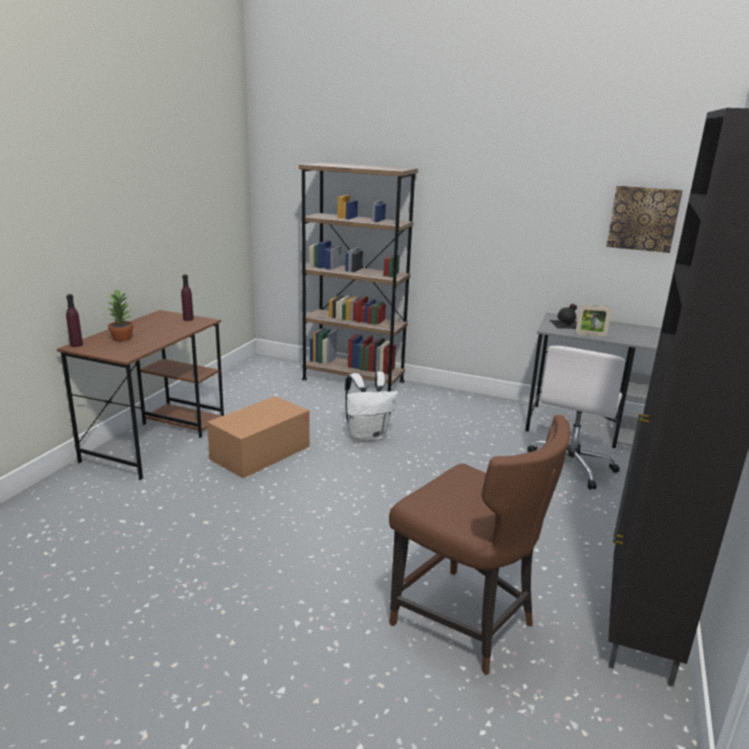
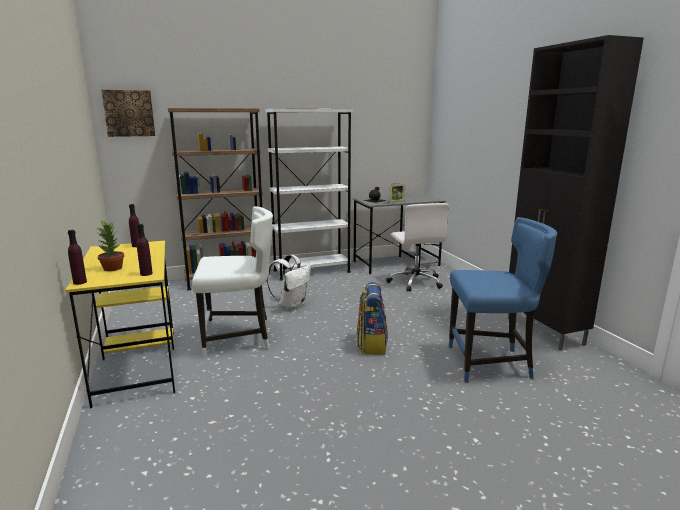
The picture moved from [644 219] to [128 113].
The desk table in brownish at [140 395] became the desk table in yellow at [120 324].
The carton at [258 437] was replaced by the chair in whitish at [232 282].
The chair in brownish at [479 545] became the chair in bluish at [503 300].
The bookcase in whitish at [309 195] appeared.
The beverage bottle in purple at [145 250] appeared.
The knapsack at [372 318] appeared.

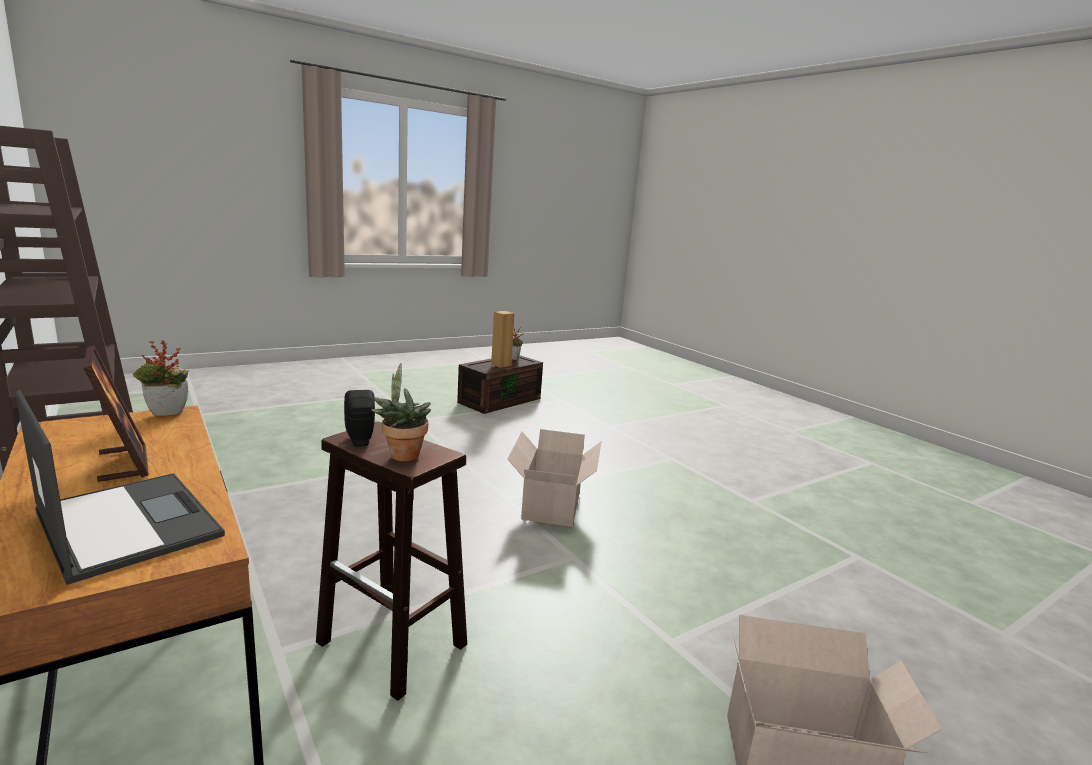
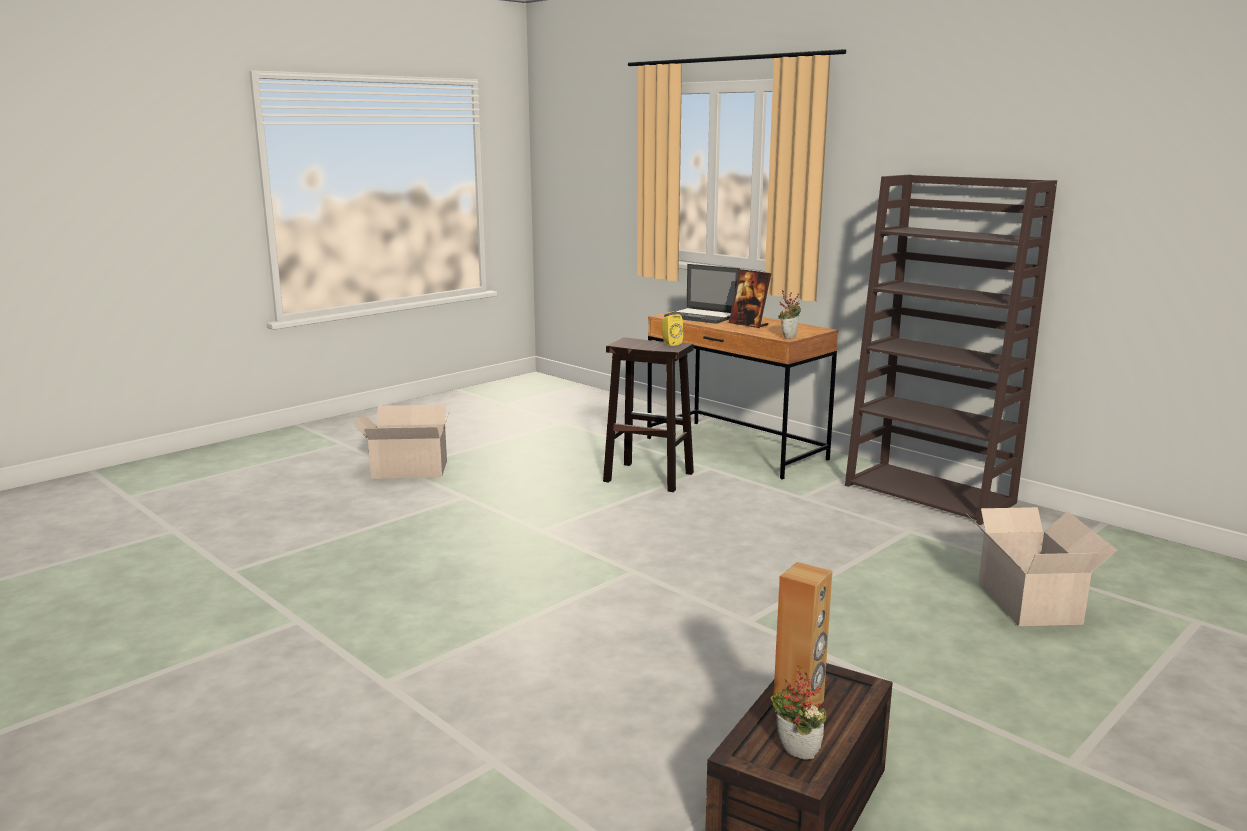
The potted plant at [401 412] disappeared.
The audio speaker in black at [359 418] became the audio speaker in yellow at [672 330].
The carton moved from [554 478] to [1041 566].

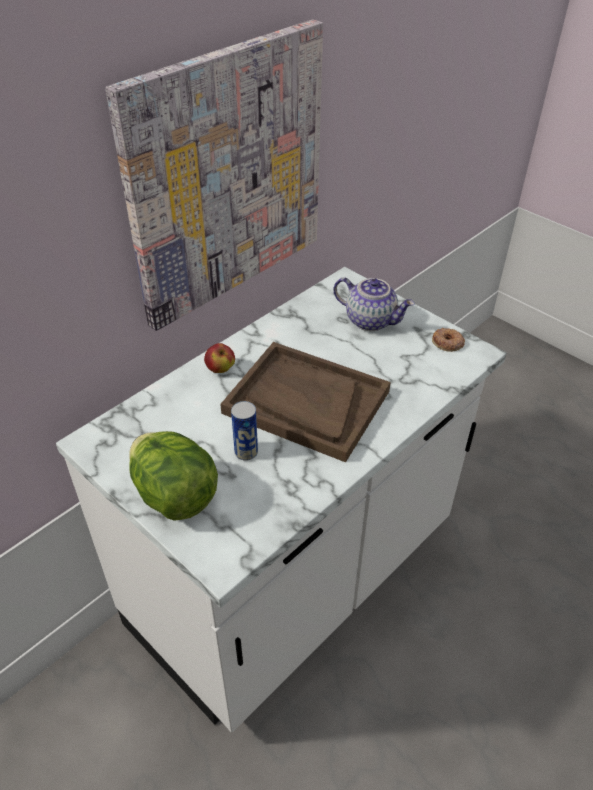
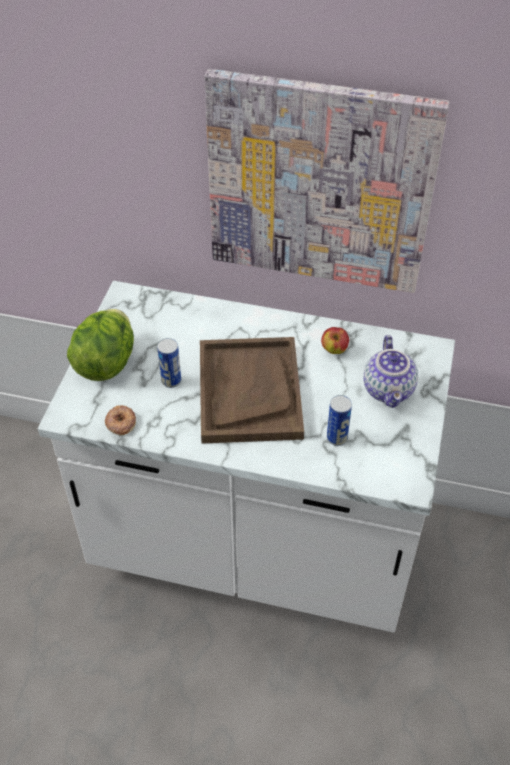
The doughnut moved from [448 340] to [120 420].
The whole apple moved from [219 358] to [335 340].
The metal can at [339 420] appeared.

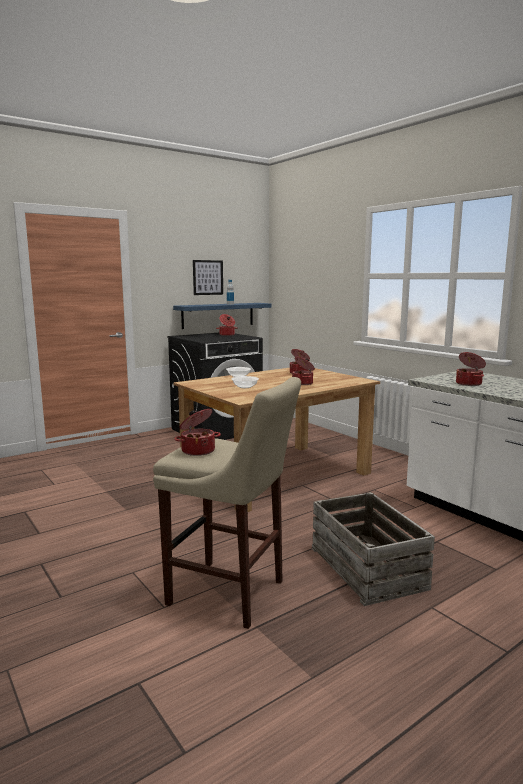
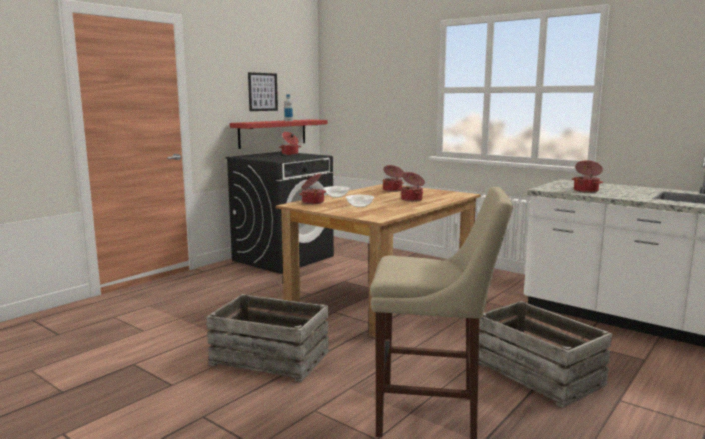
The bracket shelf in bluish at [222 316] became the bracket shelf in red at [279 134].
The cooking pot moved from [197 432] to [312 189].
The crate at [267 338] appeared.

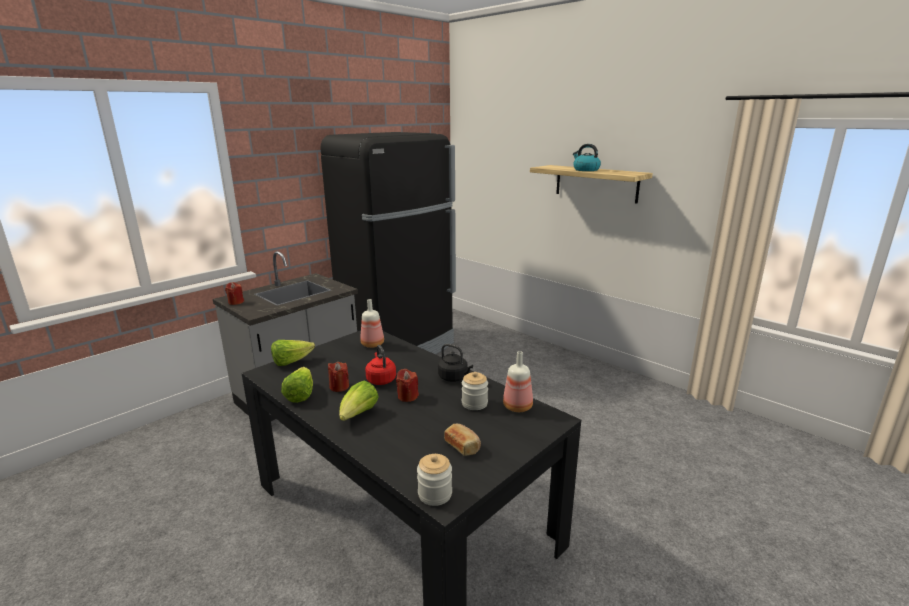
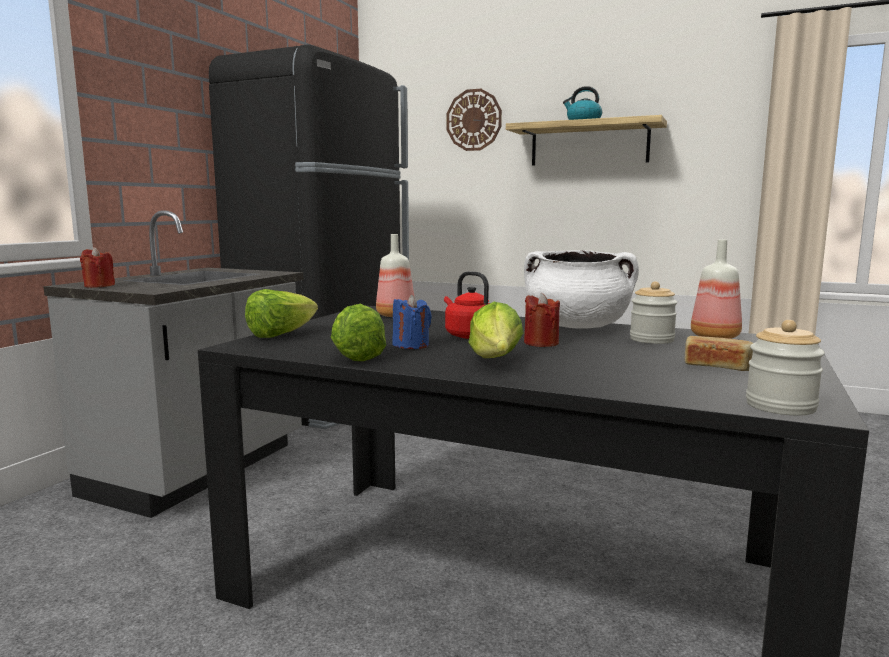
The water kettle in black at [455 363] was replaced by the cooking pot in whitish at [581 289].
The wax candle in red at [338 377] became the wax candle in bluish at [412 321].
The wall clock at [474 120] appeared.

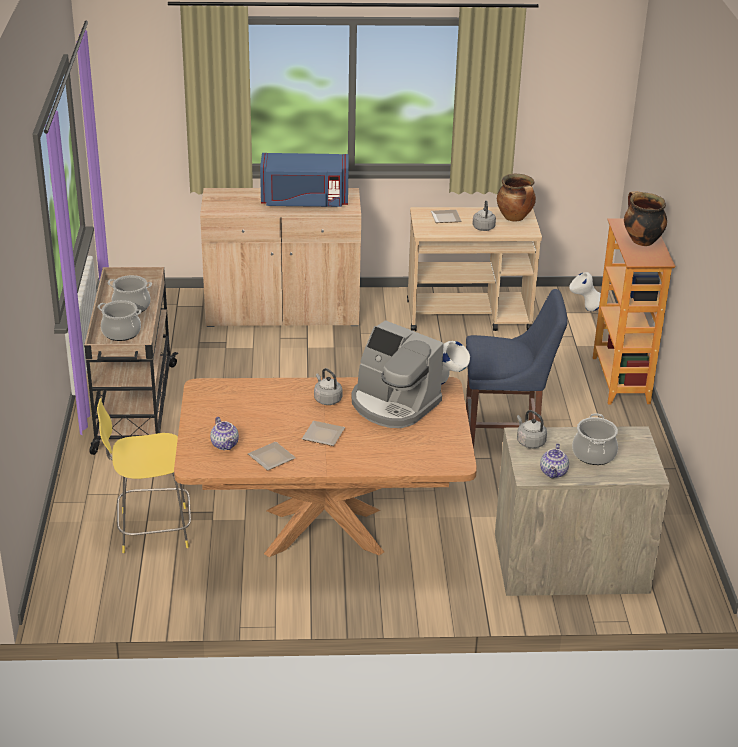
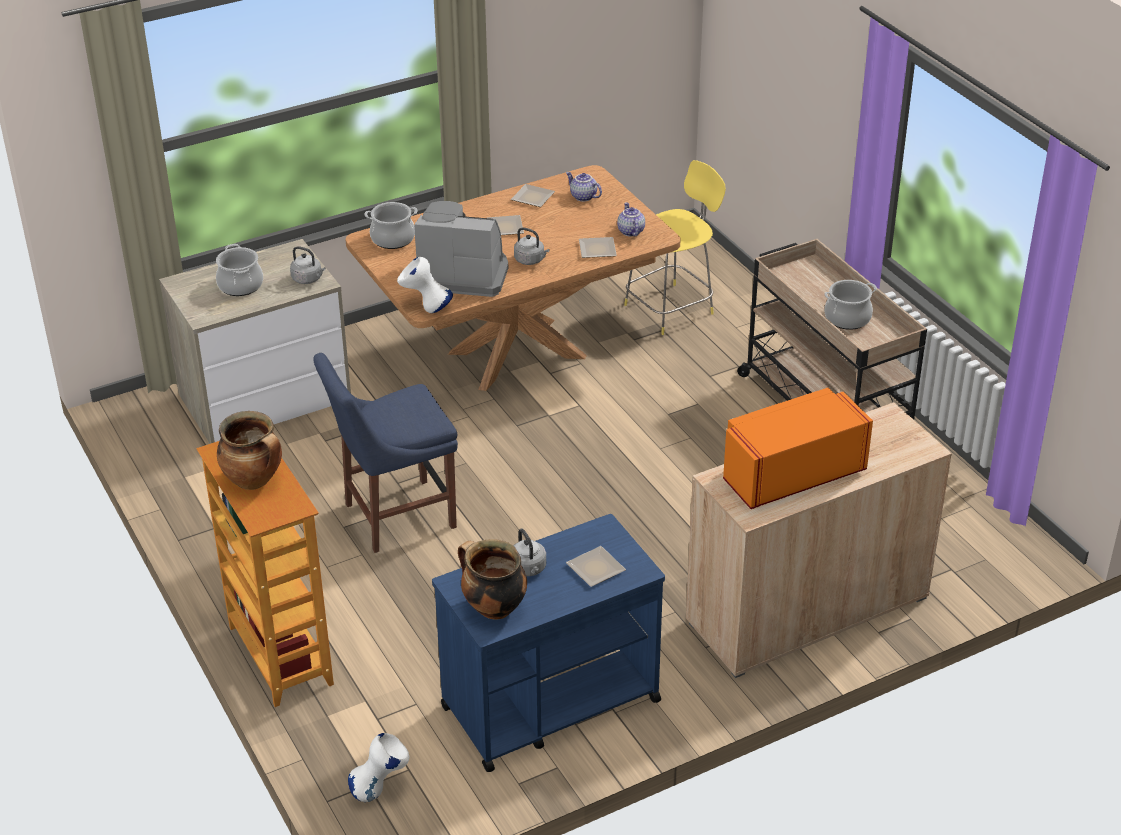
The kitchen microwave in bluish at [304 180] became the kitchen microwave in orangey at [798 448].
The wheeled cart in beige at [474 269] became the wheeled cart in bluish at [548 643].
The cooking pot moved from [119 320] to [391 225].
The tea pot moved from [554 460] to [631 219].
The plate at [598 247] appeared.

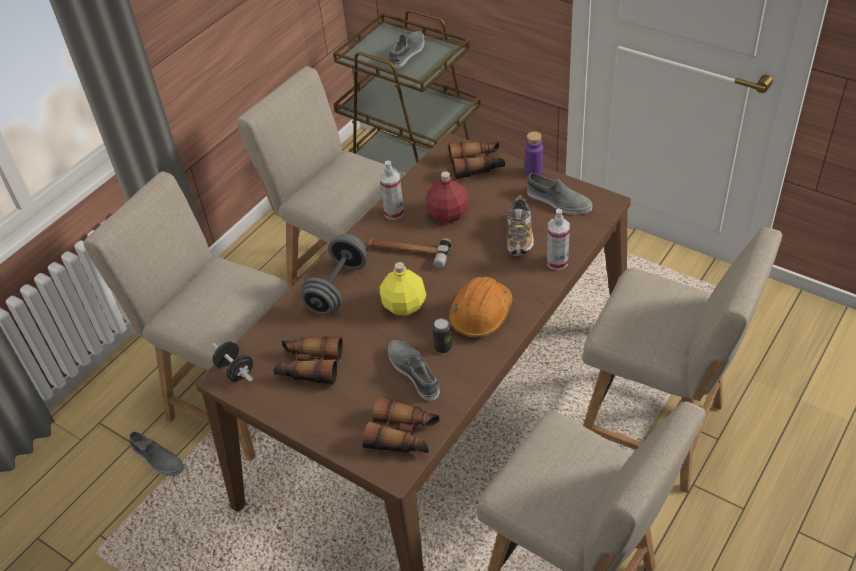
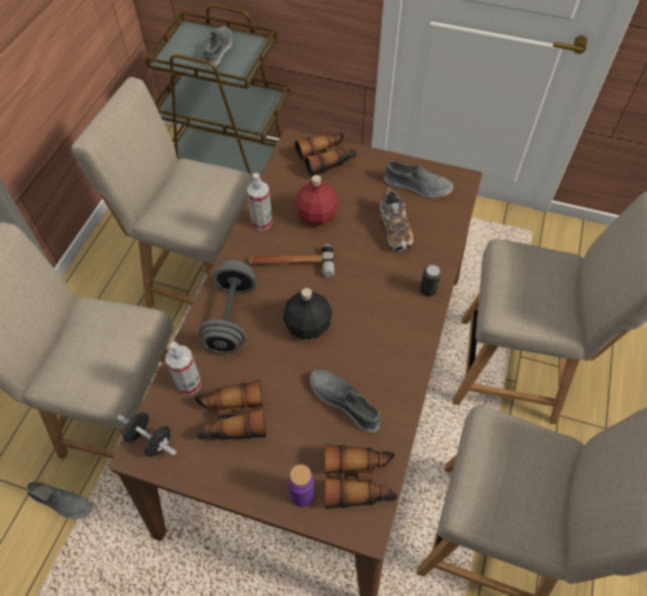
The beverage bottle in purple moved from [534 154] to [301 485].
The hand sprayer moved from [558 239] to [183 368].
The beverage bottle in yellow at [403 289] became the beverage bottle in black at [307 313].
The work helmet in orangey at [480 307] disappeared.
The metal can moved from [442 335] to [431 281].

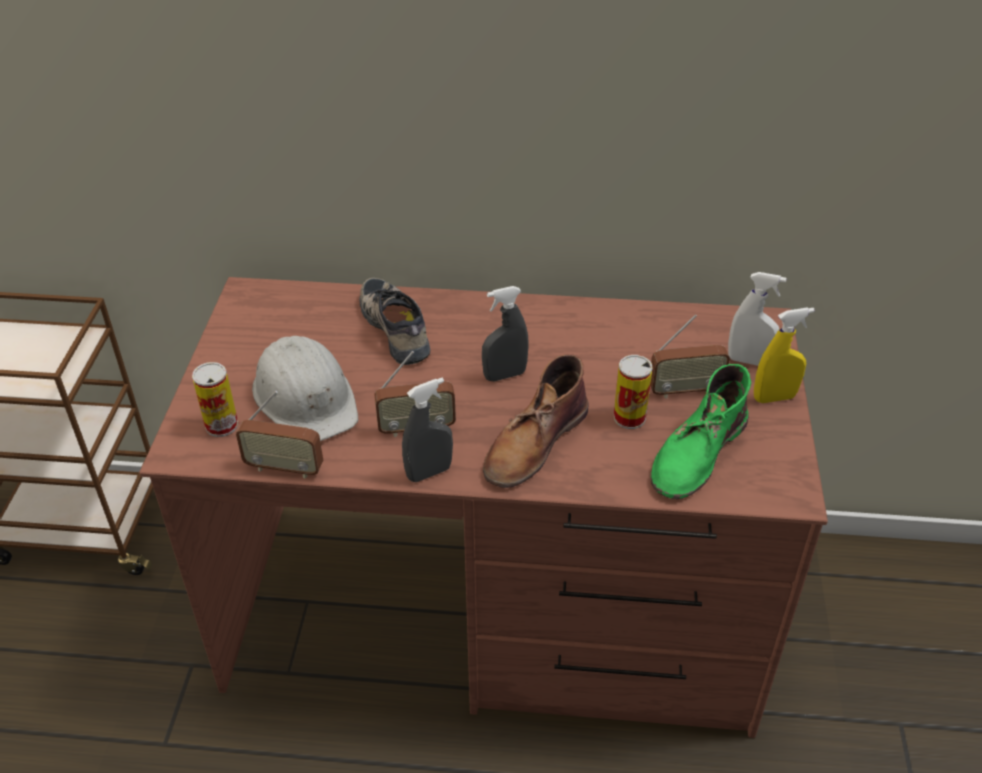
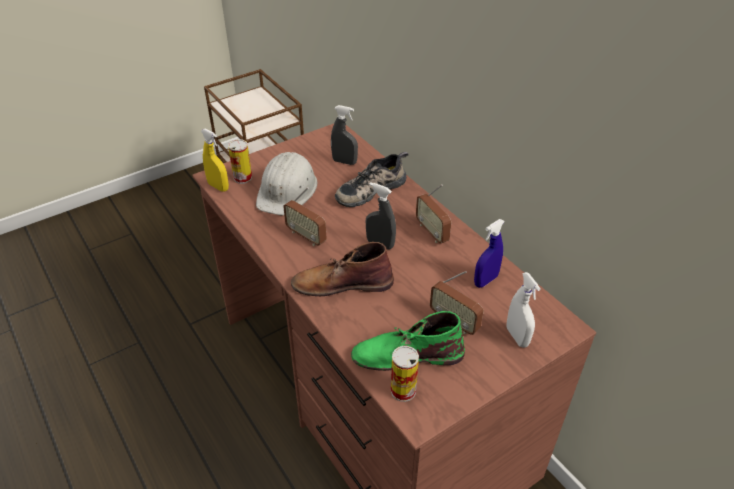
The shoe at [394 321] turned 150 degrees counterclockwise.
The hand sprayer in yellow moved from [784 355] to [215 160].
The metal can moved from [633 392] to [405 374].
The hand sprayer in greyish moved from [427 430] to [344 135].
The radio moved from [279 435] to [433 213].
The hand sprayer in bluish at [489 253] appeared.

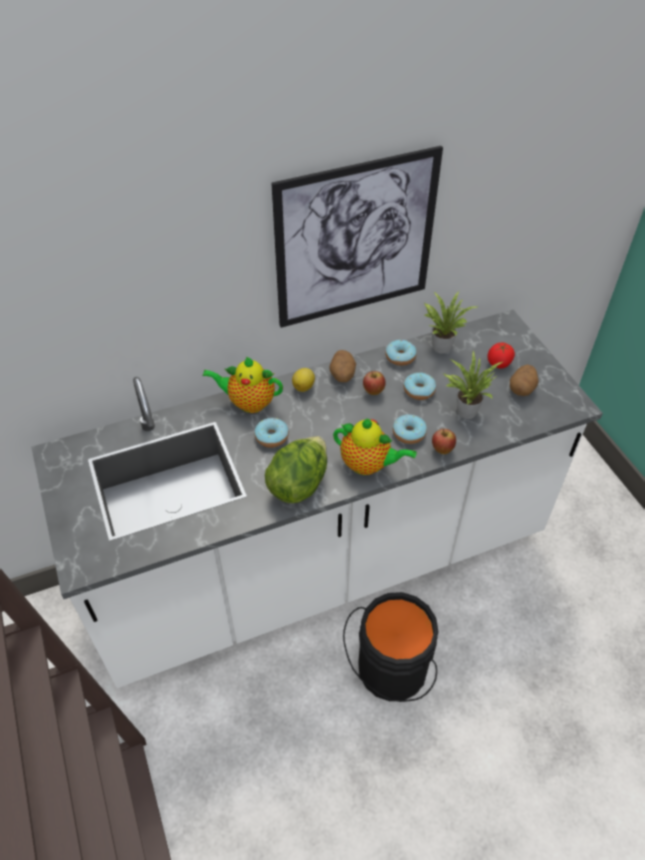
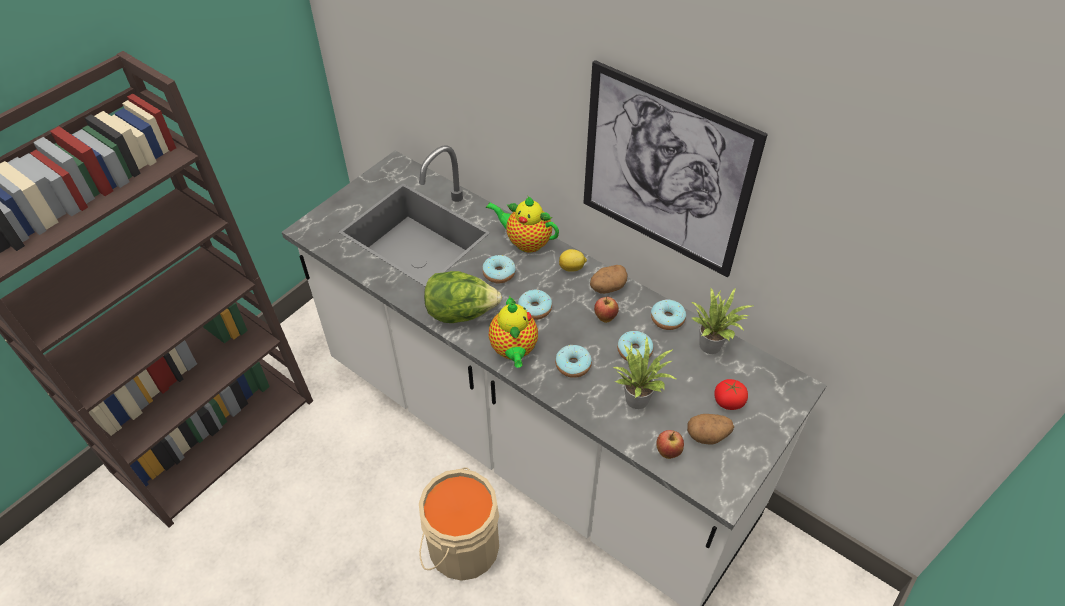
The tea pot at [242 384] turned 45 degrees counterclockwise.
The whole apple moved from [444 441] to [670 444].
The pail in black at [390 647] became the pail in beige at [459 524].
The doughnut at [535 304] appeared.

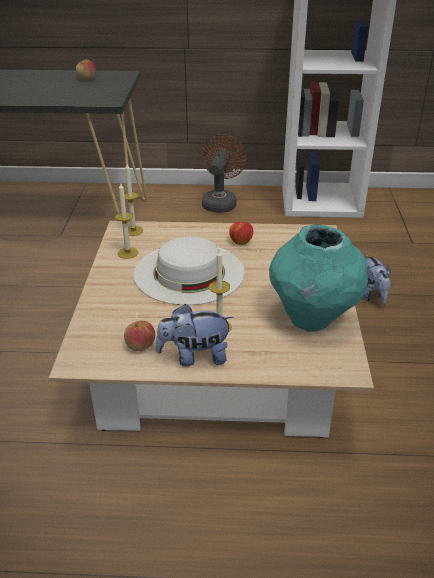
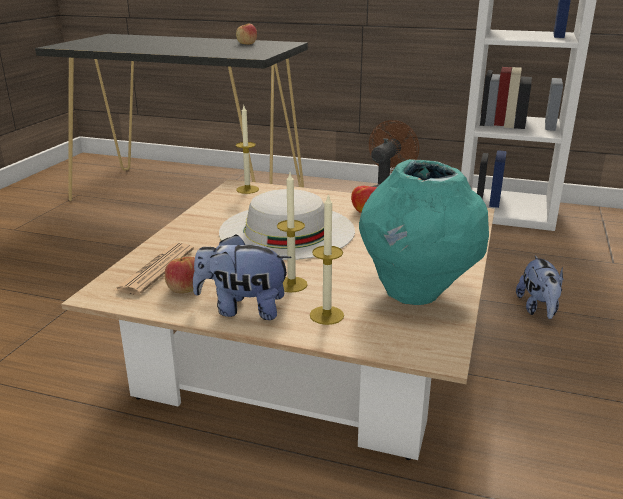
The wax candle moved from [126 220] to [327 259].
The newspaper at [154 269] appeared.

